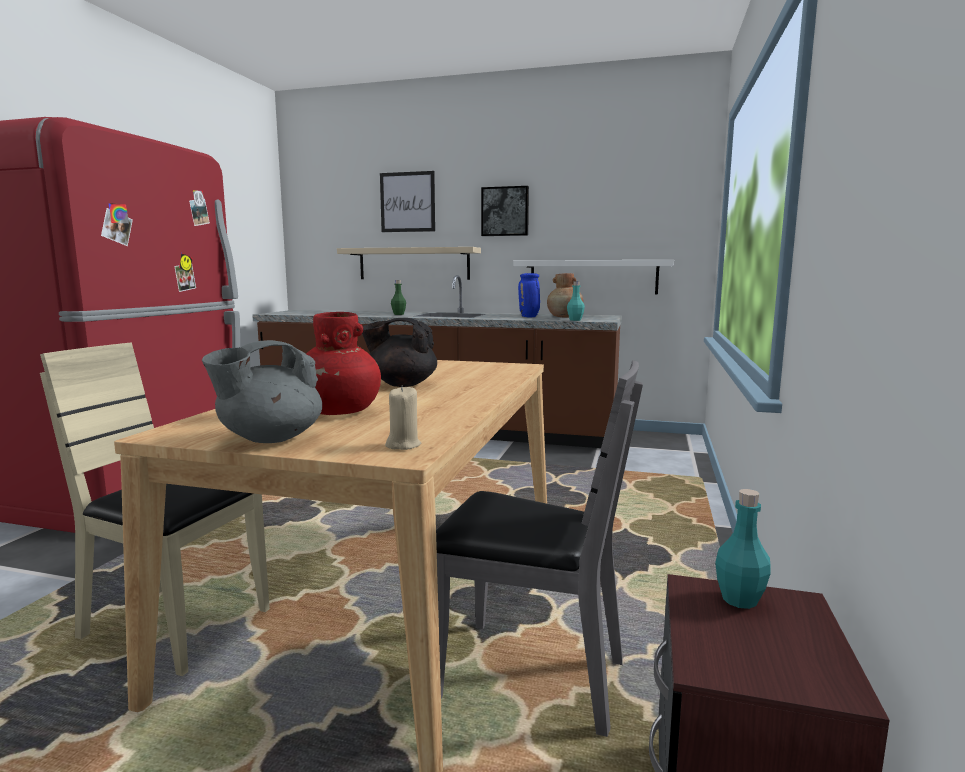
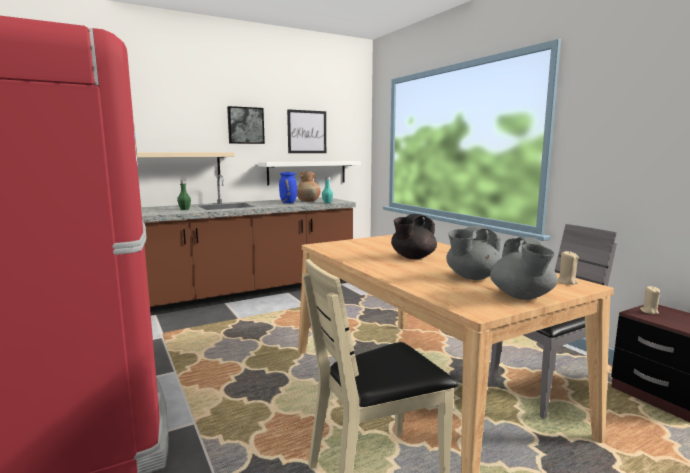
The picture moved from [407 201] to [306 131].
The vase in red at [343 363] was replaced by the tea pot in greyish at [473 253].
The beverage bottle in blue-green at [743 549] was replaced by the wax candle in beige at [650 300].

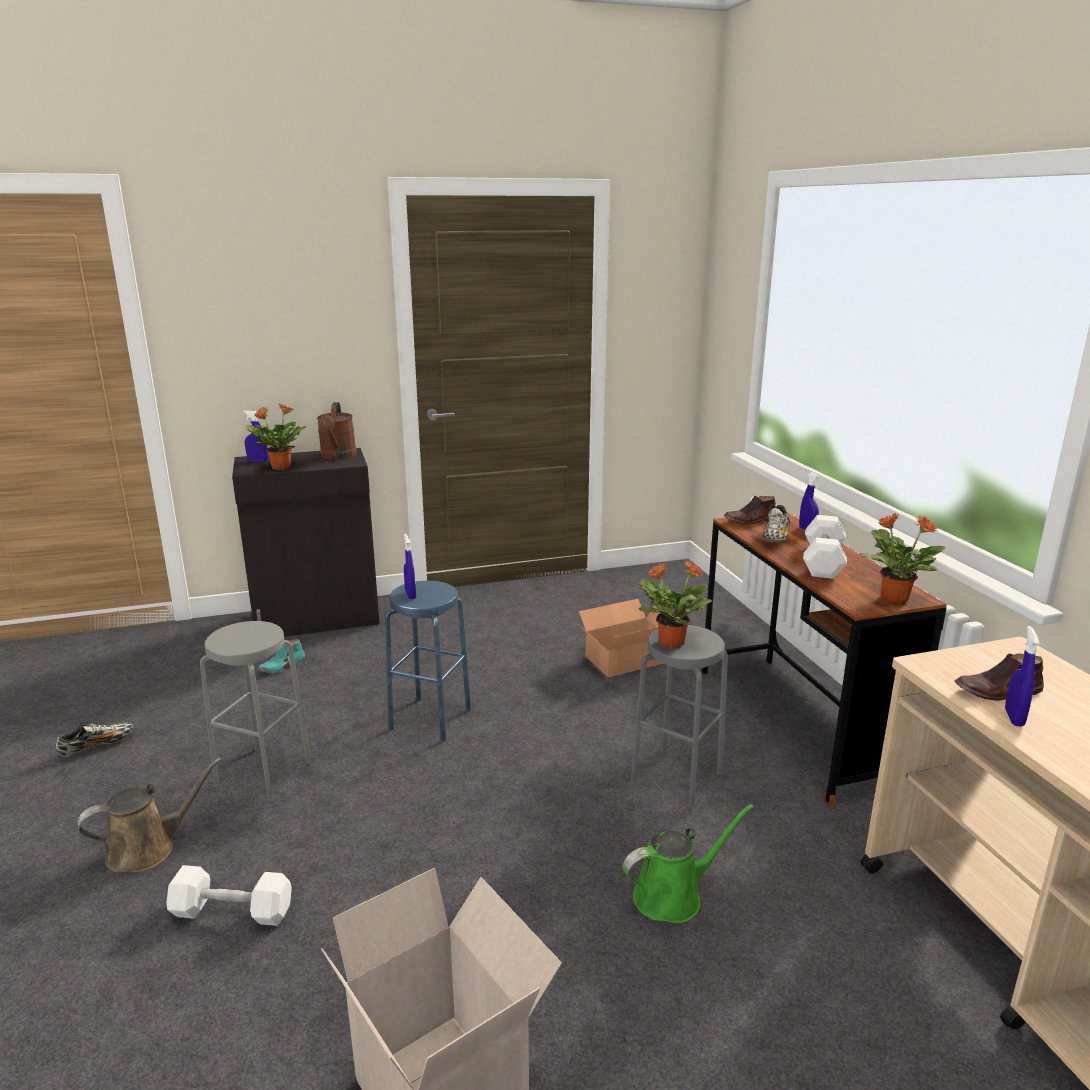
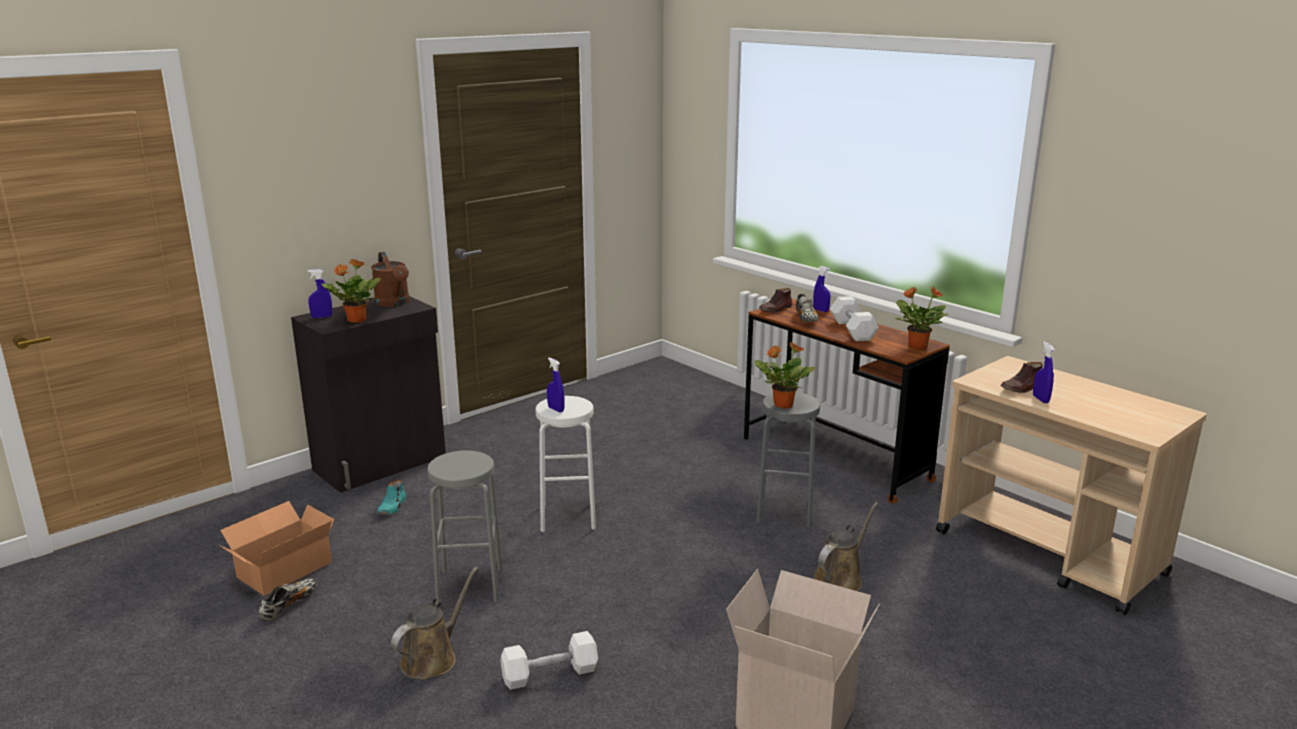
The sitting stool in bluish at [428 661] became the sitting stool in whitish at [565 464].
The carton moved from [621 638] to [277 548].
The watering pot in green-coloured at [688 863] became the watering pot in brownish at [845 546].

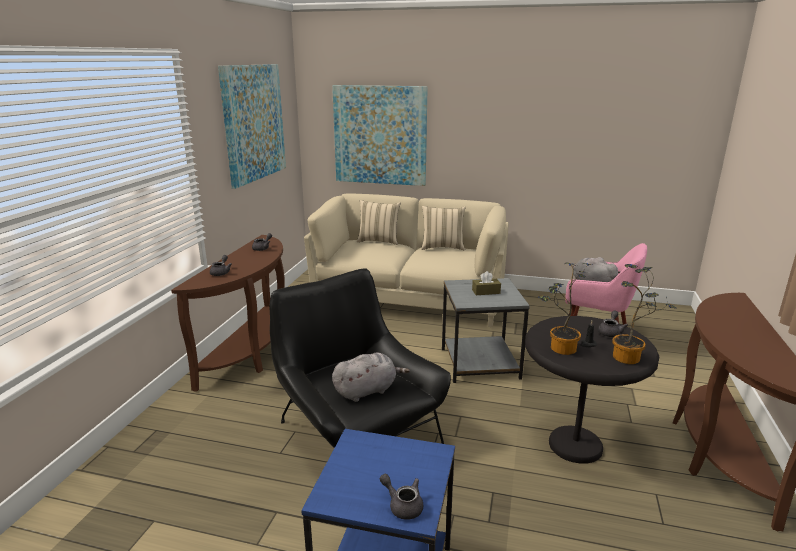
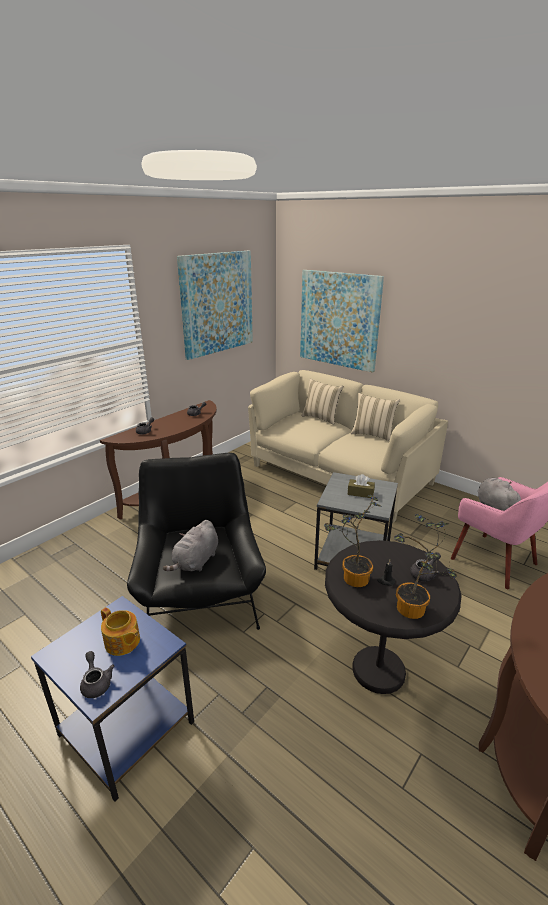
The plush toy in greyish at [371 377] turned 120 degrees clockwise.
The tea pot at [120 631] appeared.

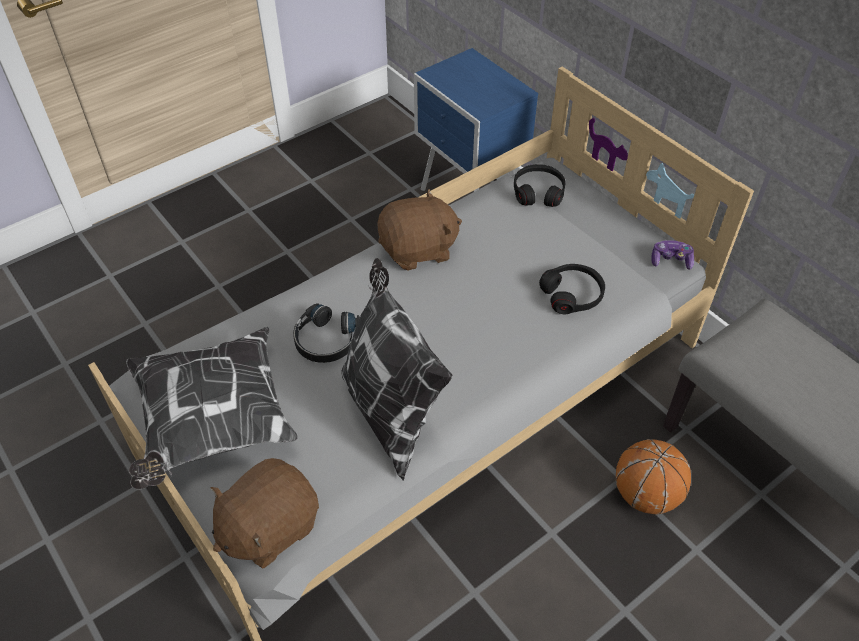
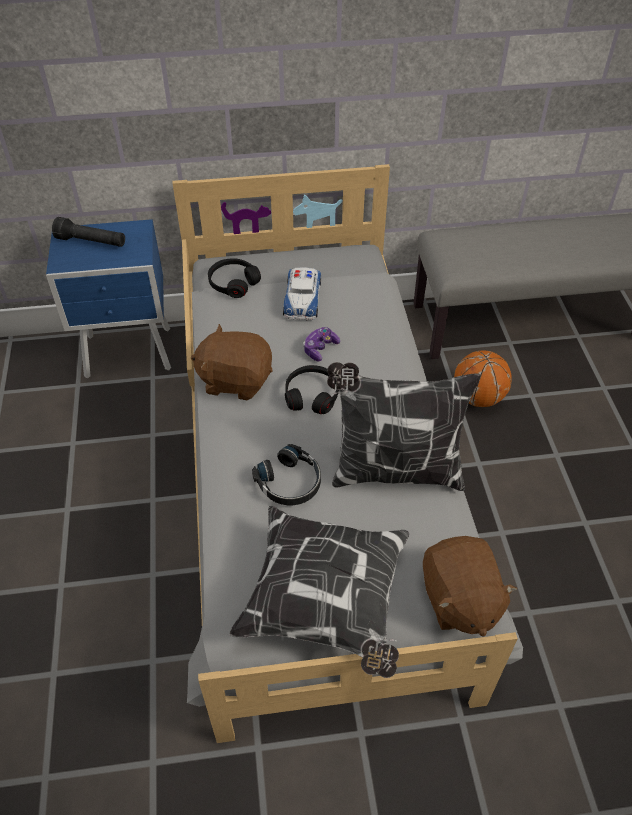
The plush toy in brownish at [419 230] turned 90 degrees counterclockwise.
The gamepad moved from [672 255] to [321 344].
The pair of headphones in black moved from [572 289] to [312 389].
The hand torch in black at [88 232] appeared.
The toy car at [302 293] appeared.

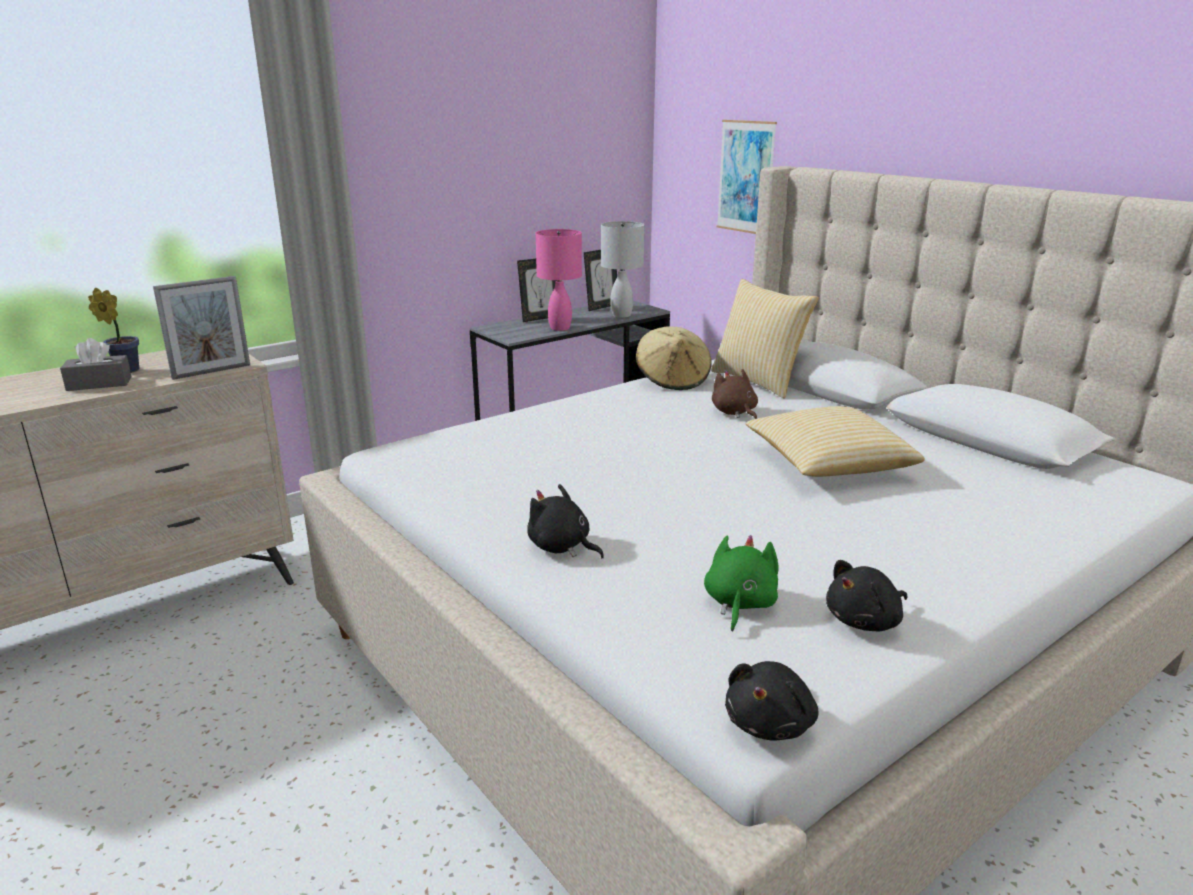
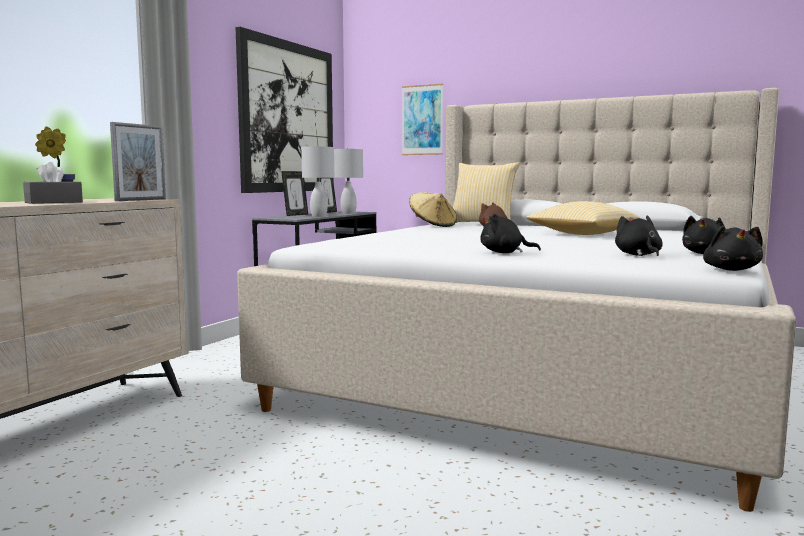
The table lamp in pink-coloured at [559 280] became the table lamp in whitish at [317 181].
The plush toy in green-coloured at [741 583] became the plush toy in black at [639 235].
The picture at [284 110] appeared.

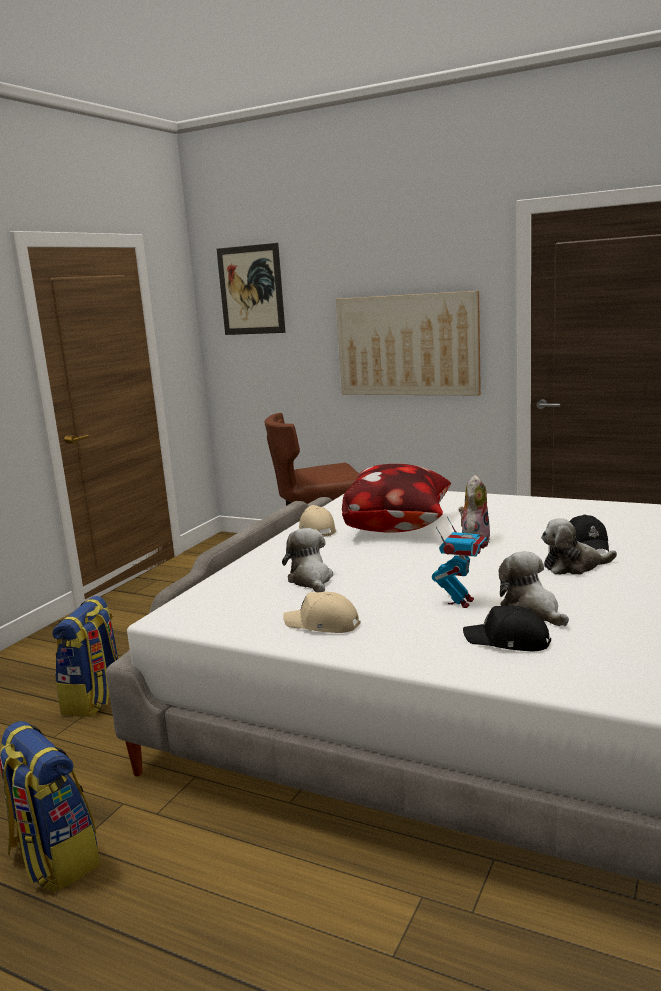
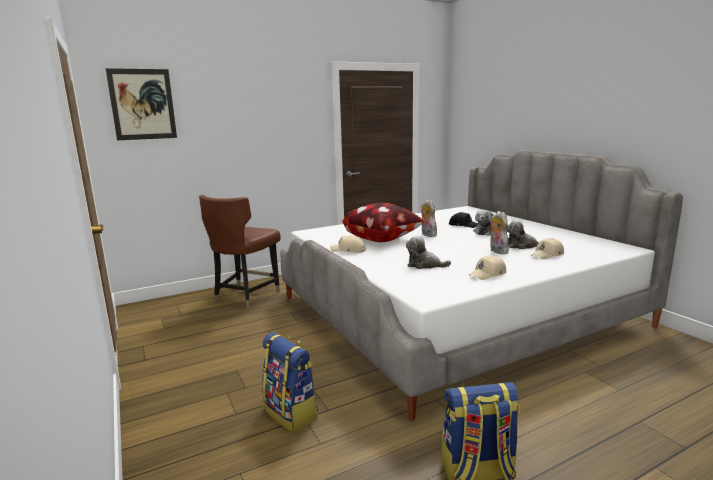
The picture at [408 343] disappeared.
The toy robot at [460 562] was replaced by the plush toy at [499 232].
The peaked cap in black at [507 628] became the peaked cap in beige at [547 248].

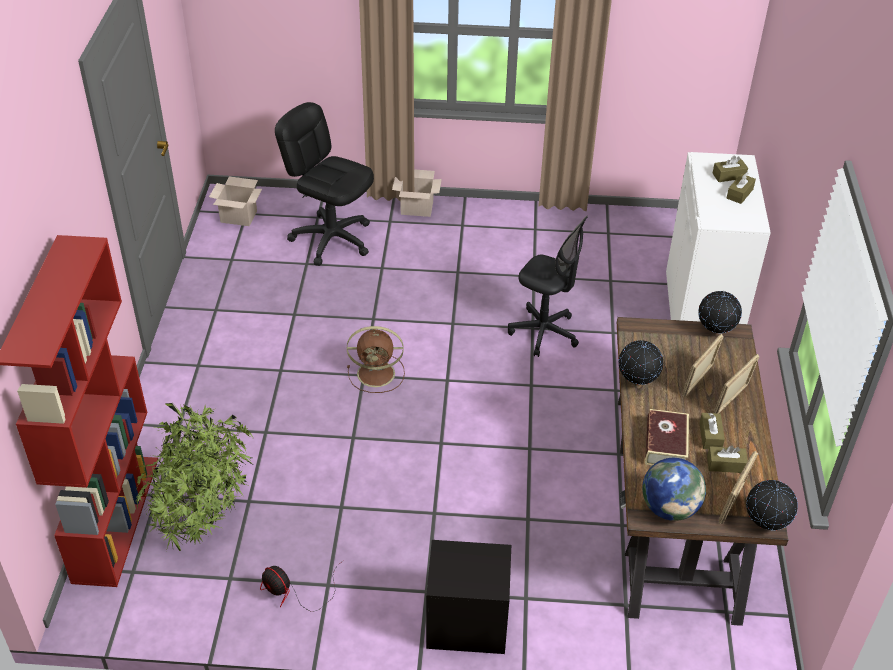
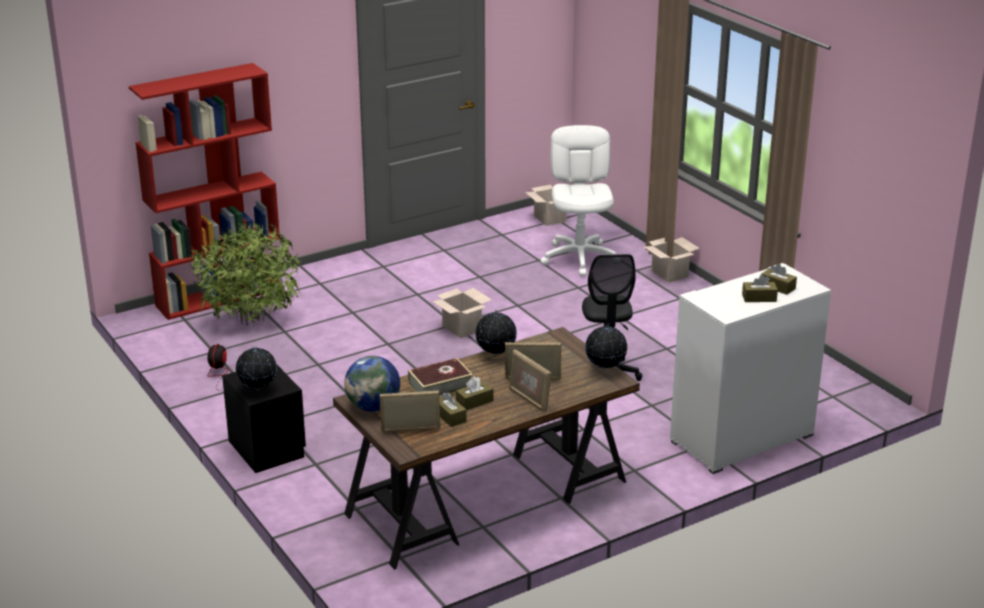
The office chair in black at [324 184] became the office chair in whitish at [578 200].
The fan in brownish at [376 359] was replaced by the carton at [462 313].
The photo frame at [737 384] turned 135 degrees counterclockwise.
The desk globe moved from [772 505] to [256 369].

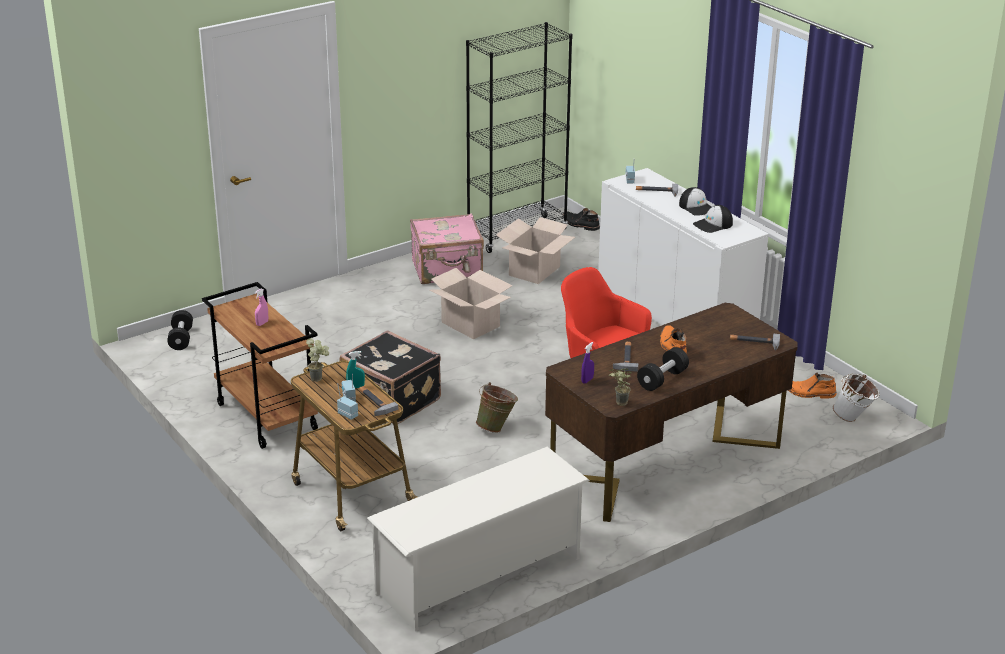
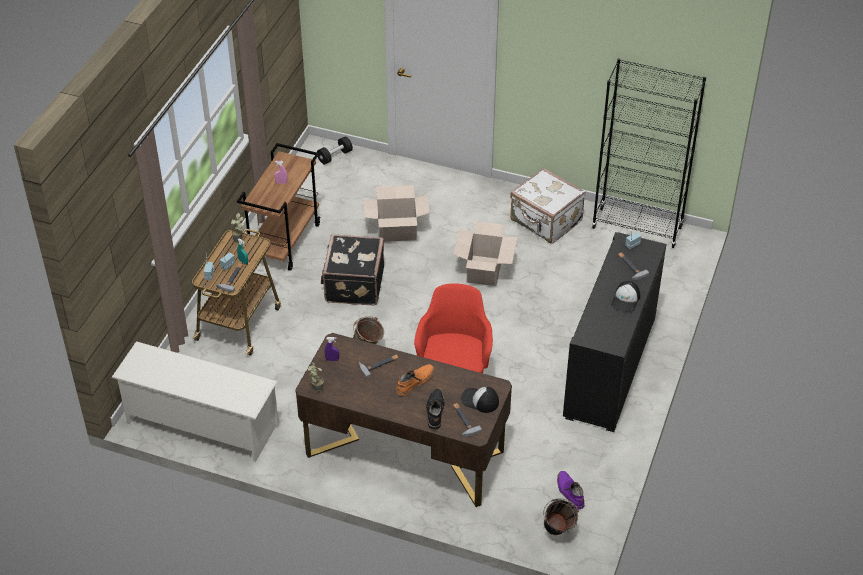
The cabinet in whitish at [683 246] became the cabinet in black at [614 332].
The peaked cap moved from [713 219] to [480 400].
The boot in black moved from [581 219] to [435 409].
The piece of luggage in pink-coloured at [447 248] became the piece of luggage in whitish at [547 206].
The carton moved from [535 250] to [396 213].
The dumbbell in black at [663 369] disappeared.
The boot in orangey at [812 386] became the boot in purple at [570 490].
The pail in whitish at [856 398] became the pail in black at [561 517].

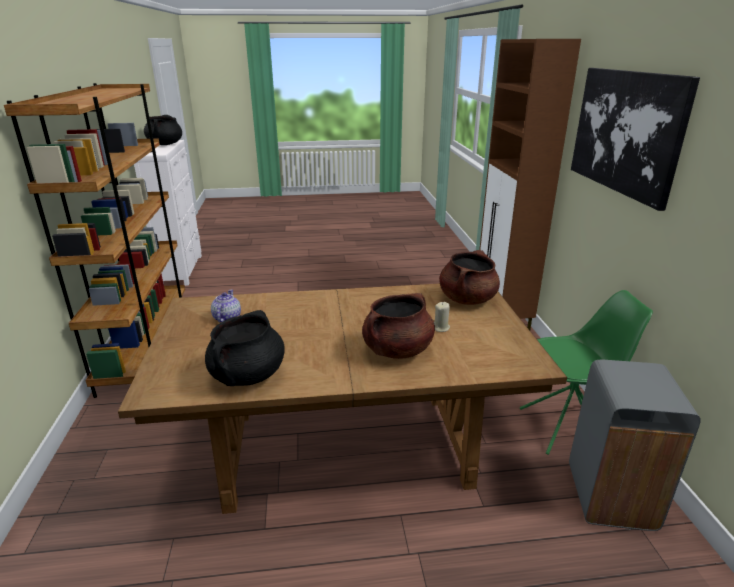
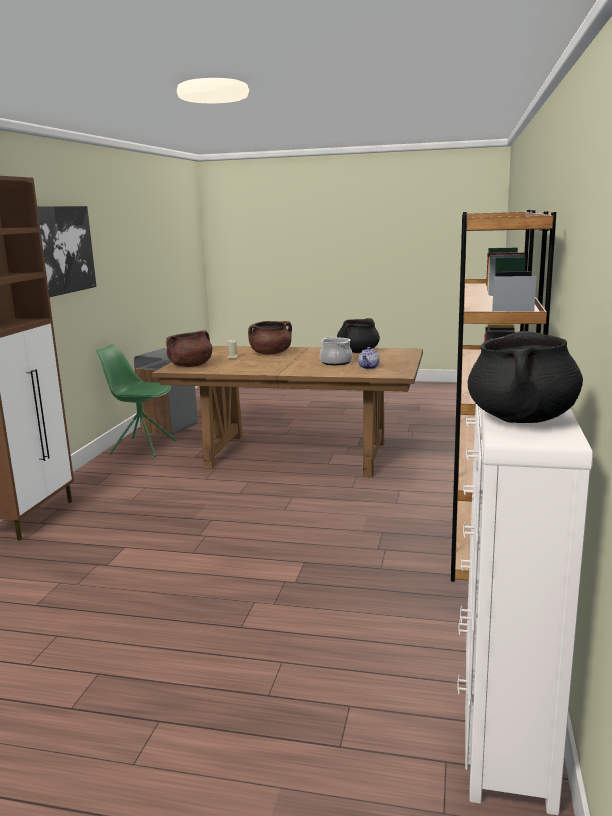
The cooking pot at [336 351] appeared.

